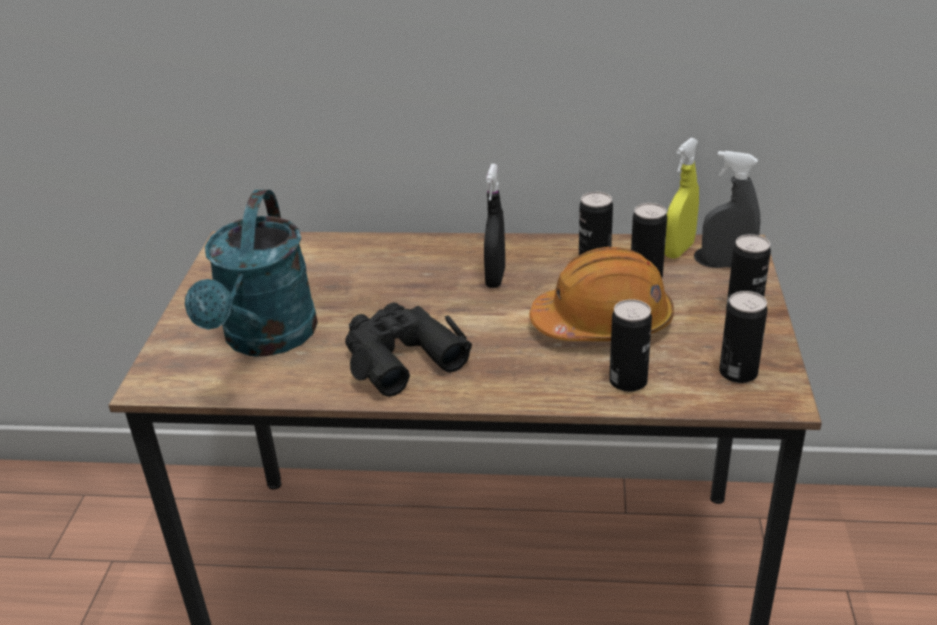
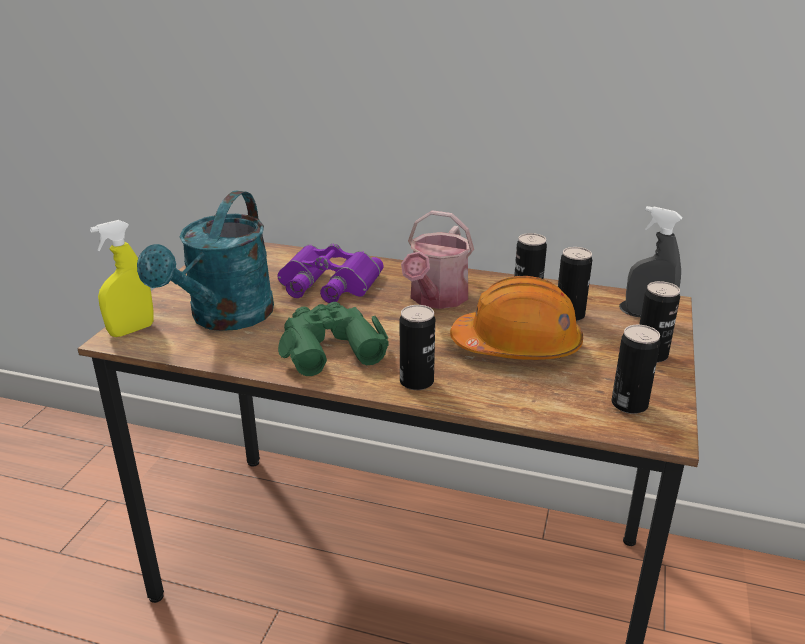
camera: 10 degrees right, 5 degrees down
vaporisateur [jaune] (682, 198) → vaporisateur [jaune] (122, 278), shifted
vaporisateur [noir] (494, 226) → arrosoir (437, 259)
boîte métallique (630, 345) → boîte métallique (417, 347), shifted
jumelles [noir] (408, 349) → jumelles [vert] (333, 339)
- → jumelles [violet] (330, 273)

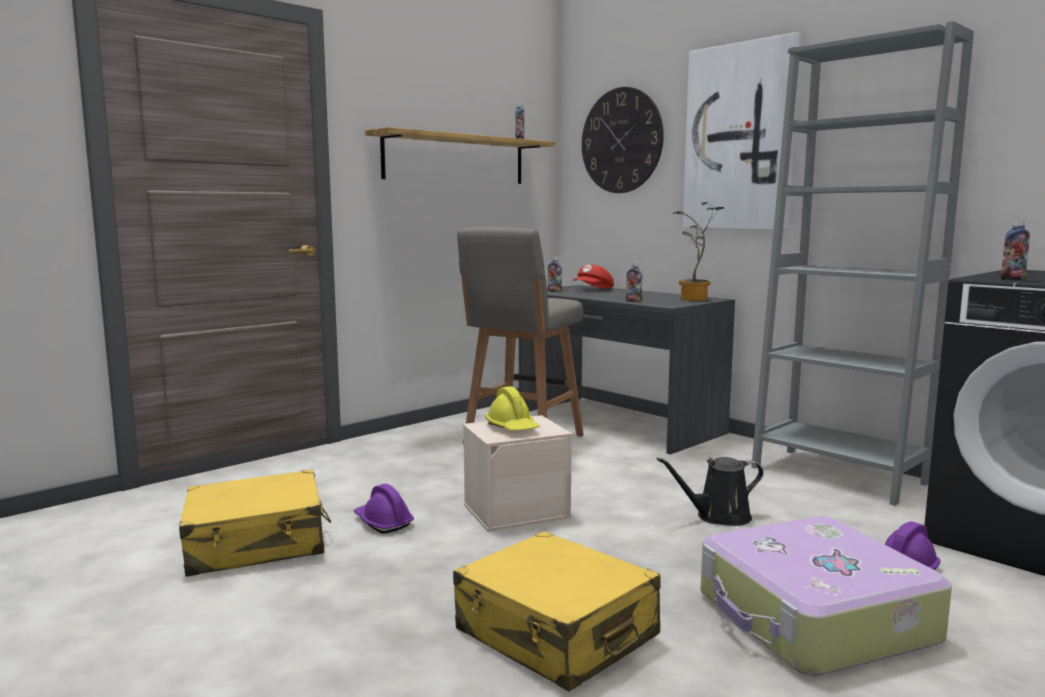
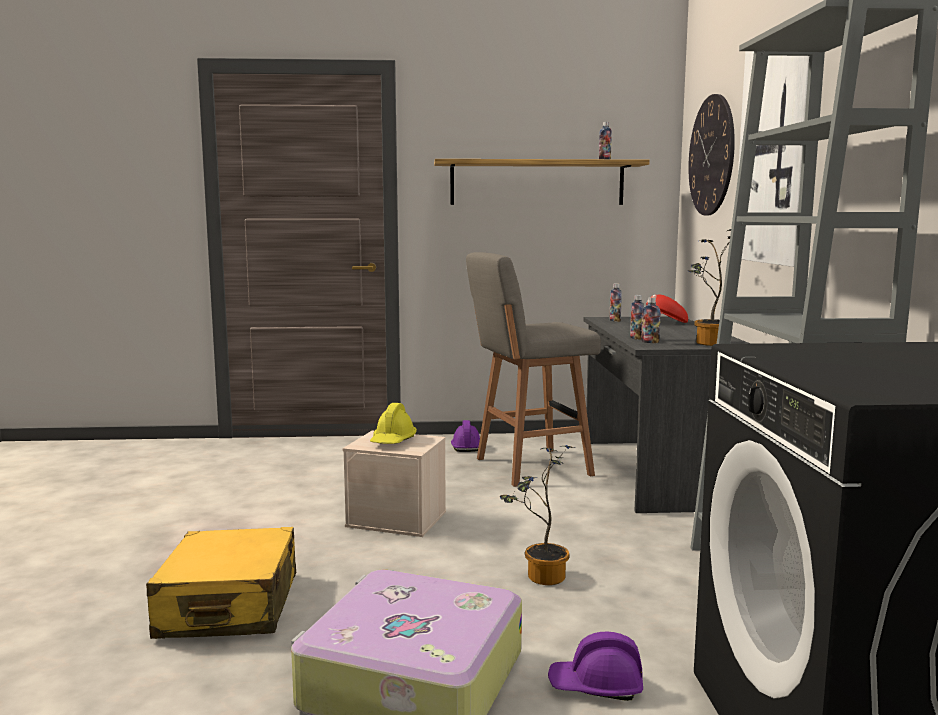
camera: 40 degrees right, 0 degrees up
bouteille (1015, 249) → bouteille (651, 320), shifted
arrosoir [noir] (710, 491) → plante en pot (537, 515)
valise [jaune] (255, 523) → -
casque de chantier [violet] (383, 509) → casque de chantier [violet] (465, 436), shifted

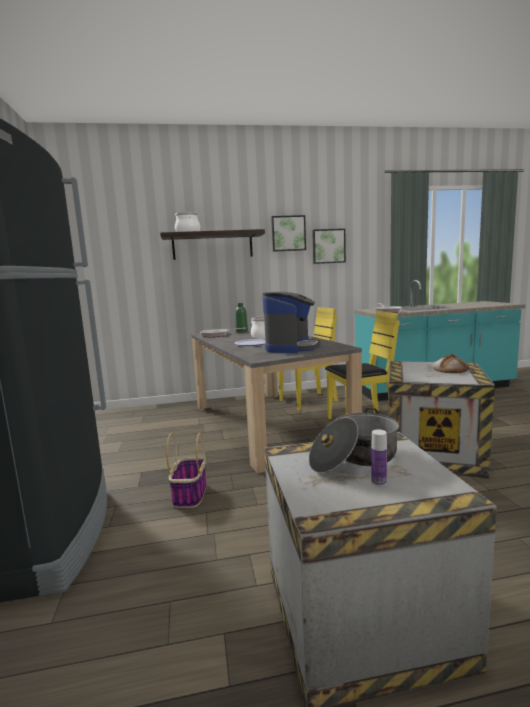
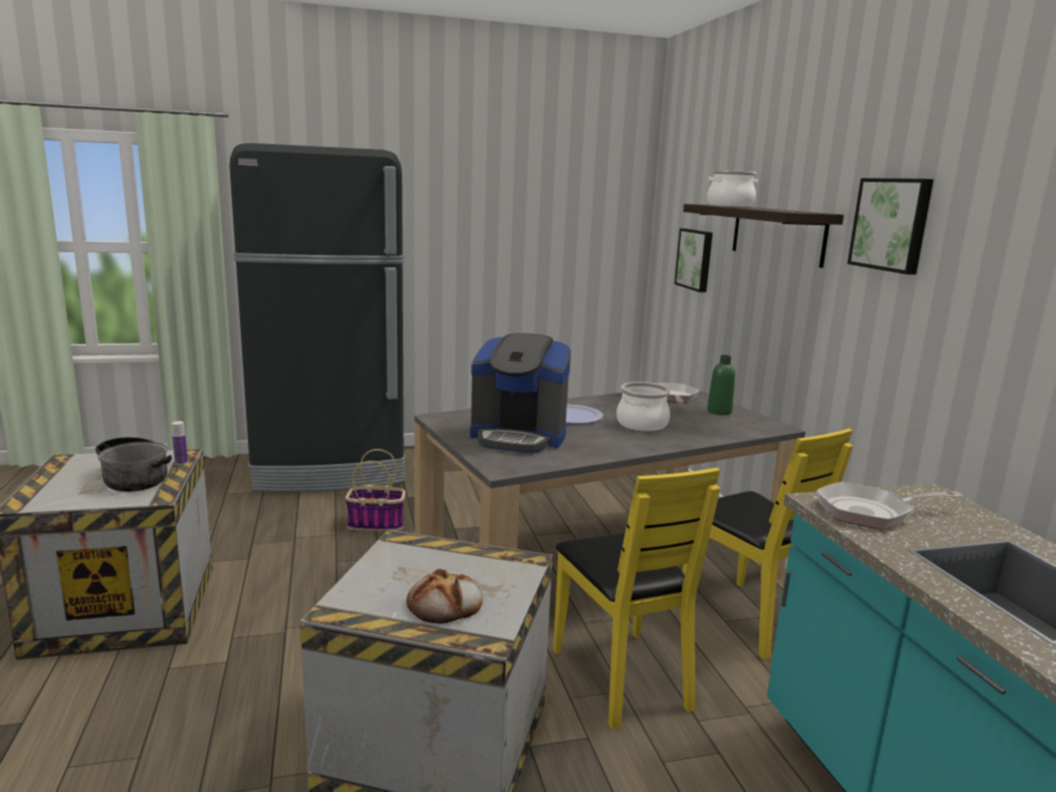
camera: 85 degrees right, 5 degrees up
tableau (329, 246) → tableau (693, 260), shifted
bouteille (379, 457) → bouteille (179, 443), shifted

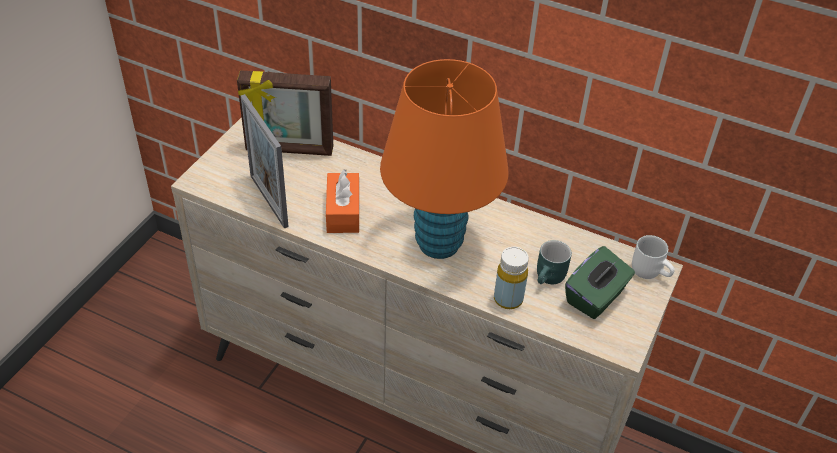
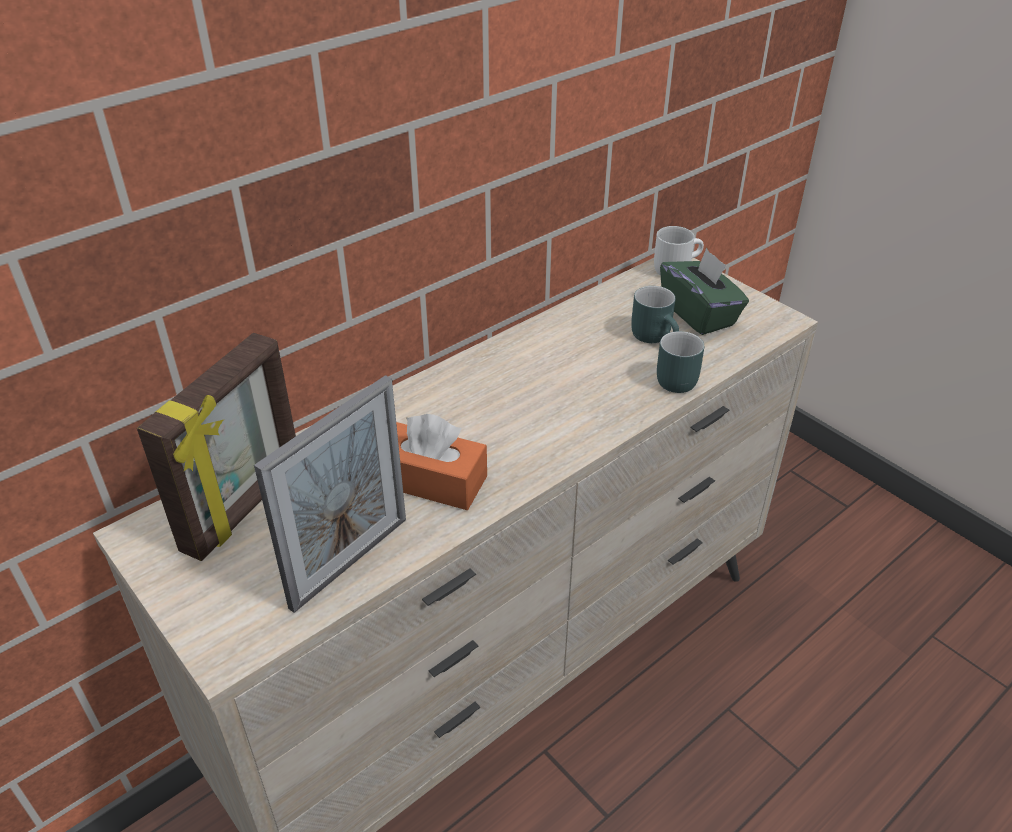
camera: 65 degrees left, 5 degrees down
lampe de table [orange] (444, 159) → -
cadre photo (265, 161) → cadre photo (330, 494), 45 degrees counterclockwise
bouteille [jaune] (511, 278) → mug [turquoise] (680, 362)

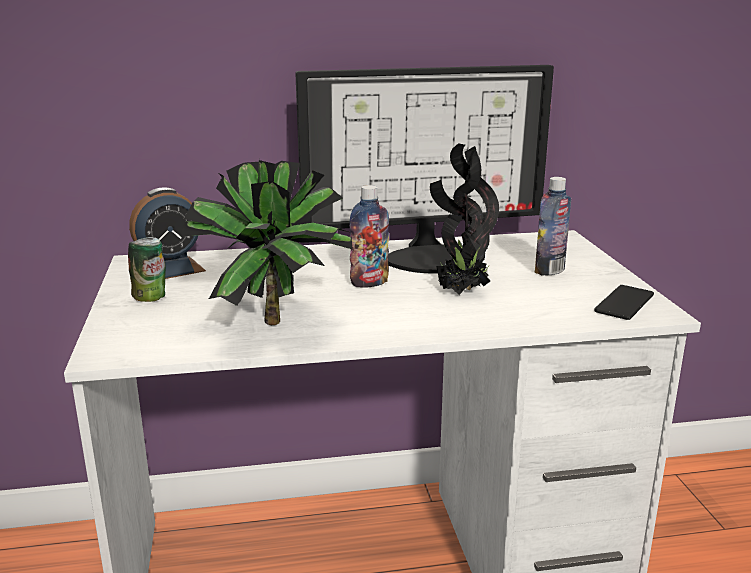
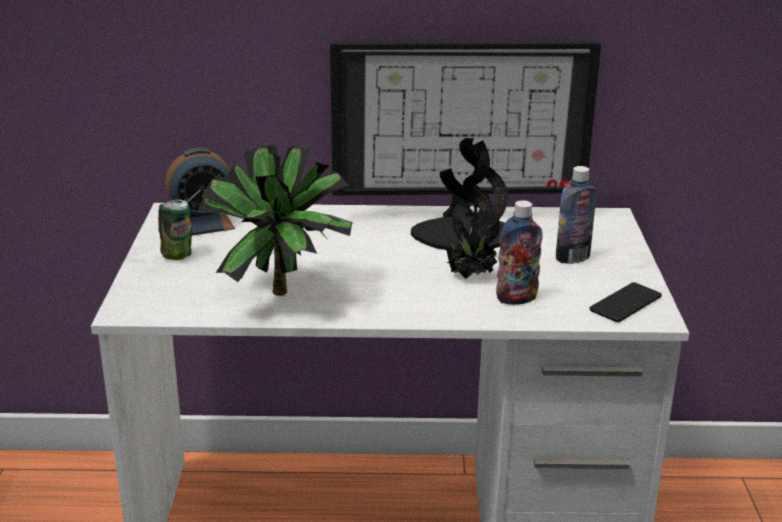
camera: 10 degrees right, 5 degrees up
bouteille (369, 236) → bouteille (519, 252), shifted

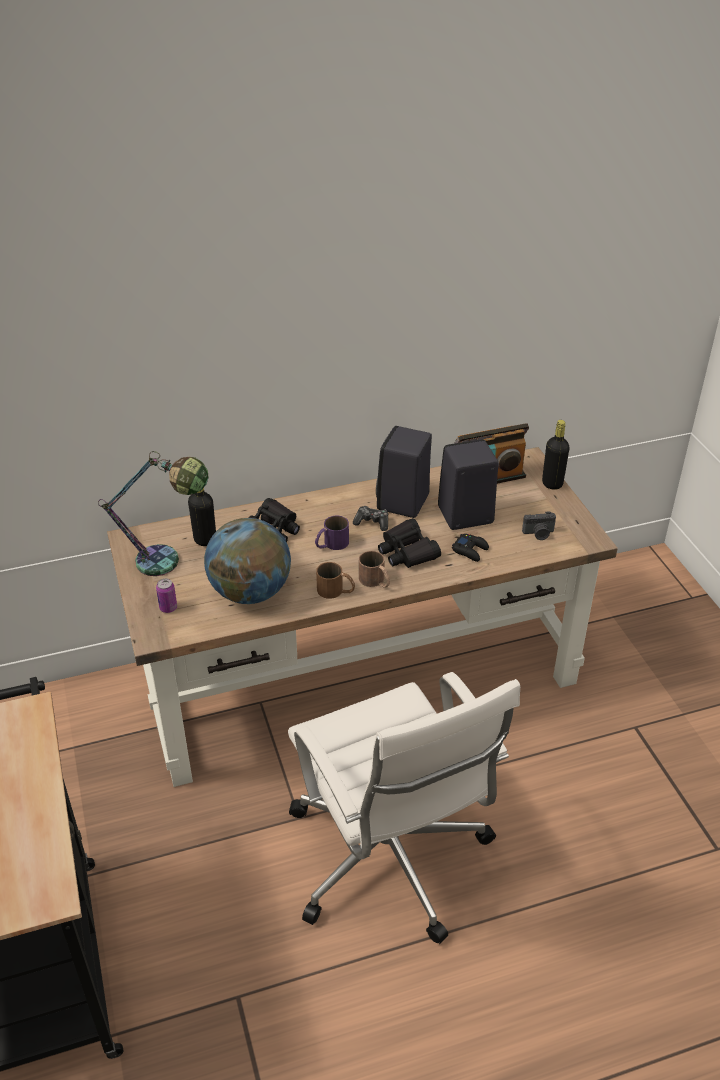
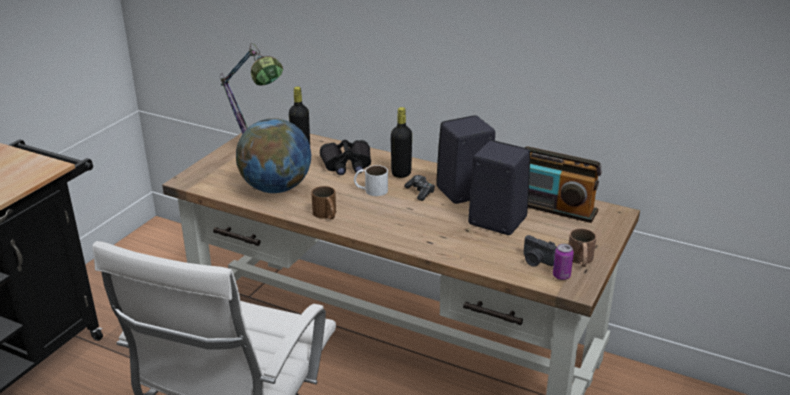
camera: 45 degrees right, 10 degrees down
bouteille [noir] (555, 455) → bouteille [noir] (401, 142), shifted
mug [violet] (332, 533) → mug [blanc] (371, 180)
jumelles [noir] (409, 543) → -
manette [noir] (470, 548) → -
mug [marron] (374, 569) → mug [marron] (582, 247), shifted
boîte métallique (166, 595) → boîte métallique (563, 262), shifted

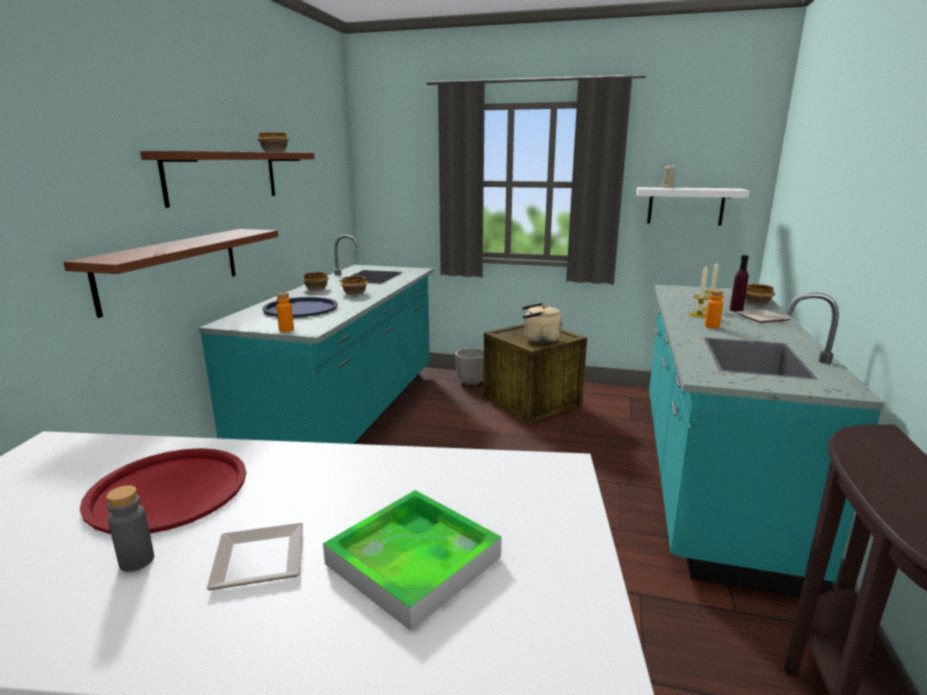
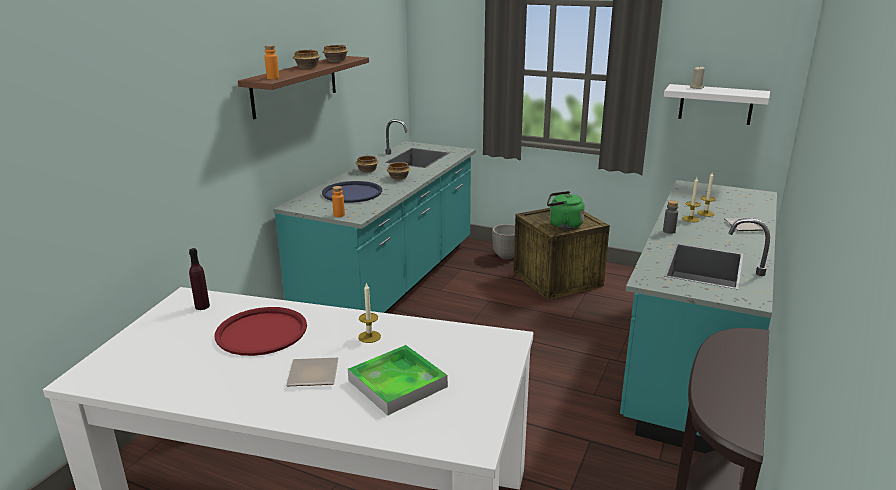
camera: 10 degrees right, 5 degrees up
étagère [marron] (170, 273) → -
bouteille [violet] (739, 283) → bouteille [violet] (199, 279), shifted
bol (760, 294) → bol (307, 59), shifted
bouteille [orange] (714, 309) → bouteille [orange] (271, 62), shifted
bouilloire [beige] (542, 323) → bouilloire [vert] (566, 210)
bouteille [gris] (130, 528) → bouteille [gris] (670, 217), shifted
- → bougie (369, 312)

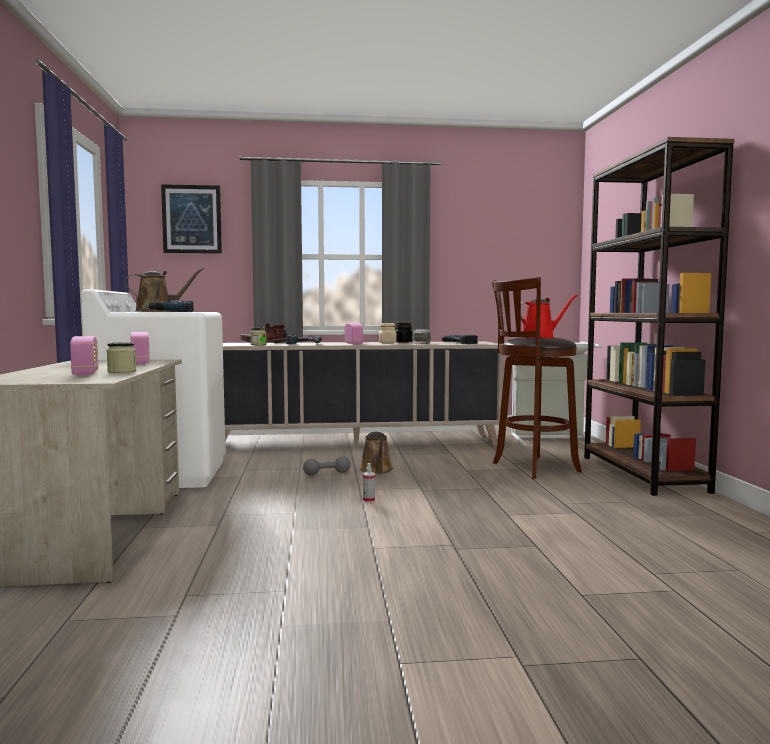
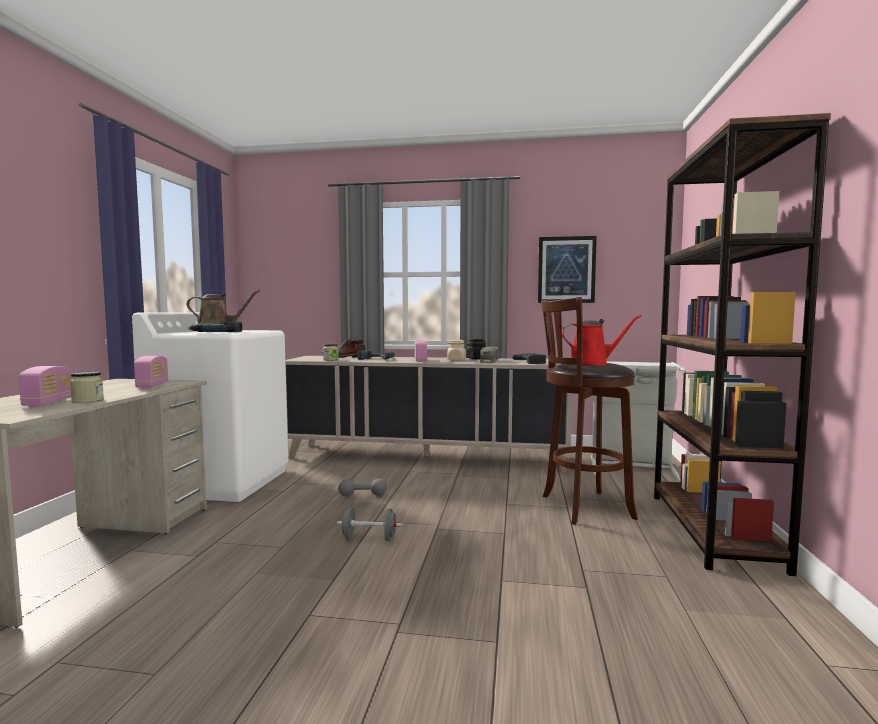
camera: 15 degrees right, 0 degrees up
tableau (191, 219) → tableau (567, 269), shifted
arrosoir [marron] (376, 453) → -
vaporisateur (369, 483) → haltère [gris] (369, 524)

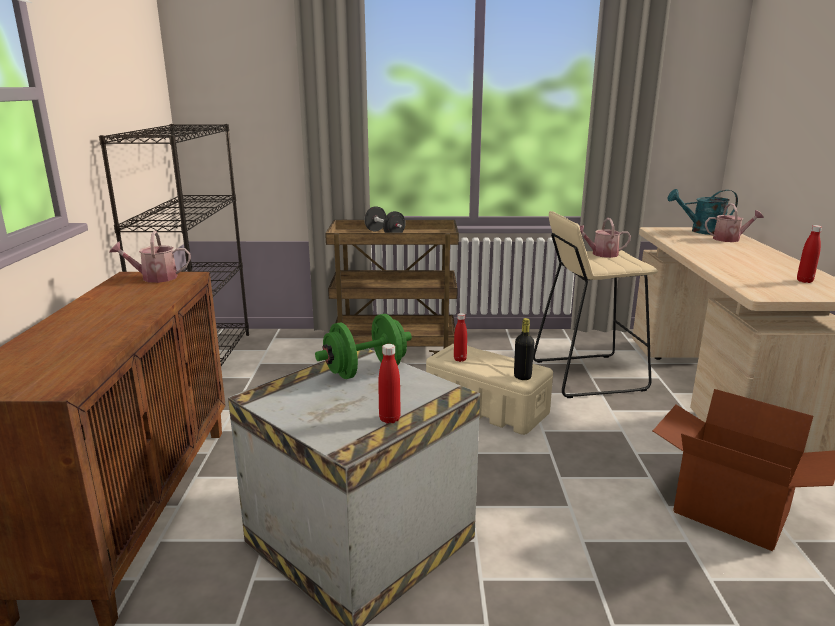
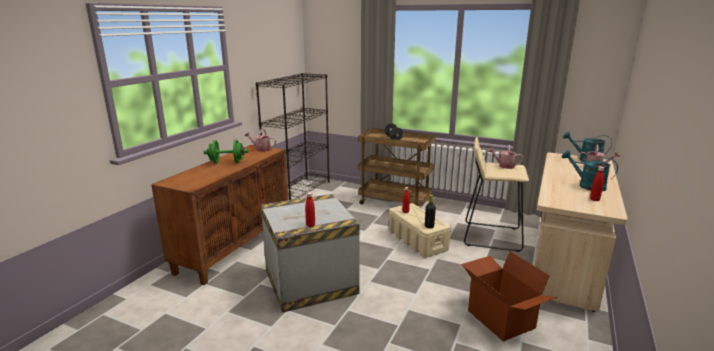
camera: 25 degrees right, 0 degrees up
haltère [vert] (363, 346) → haltère [vert] (226, 152), shifted
- → arrosoir [turquoise] (590, 170)

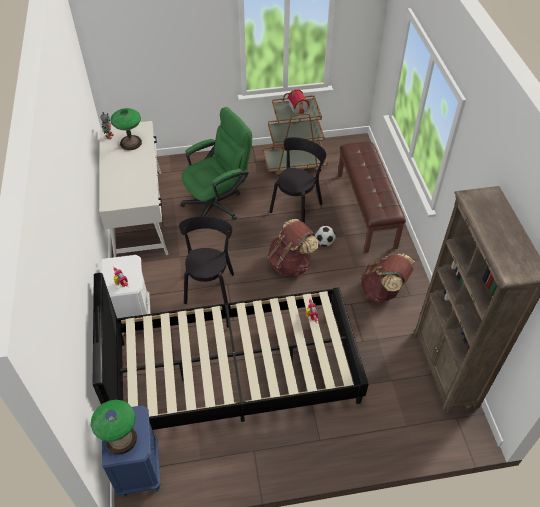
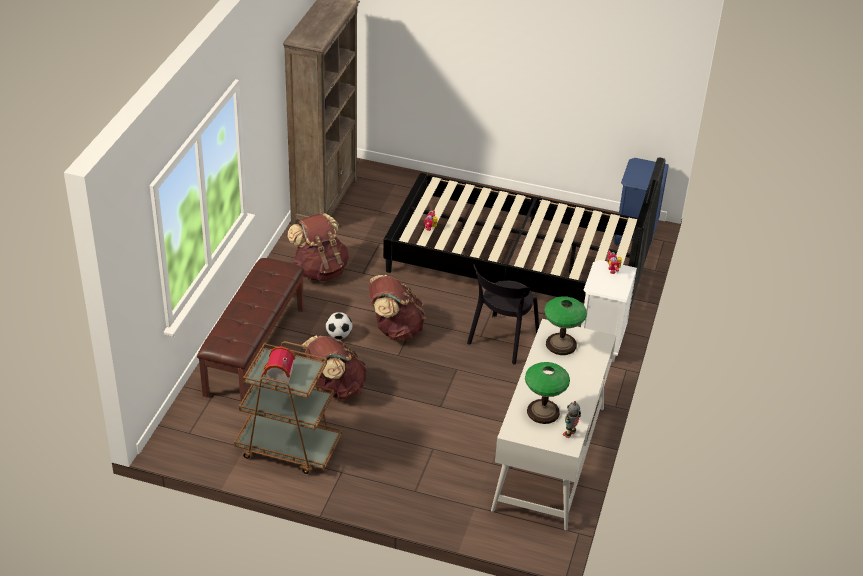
camera: 155 degrees left, 10 degrees down
chaise de bureau [vert] (216, 163) → -
chaise [noir] (298, 180) → sac à dos [marron] (334, 367)
lampe de table (114, 427) → lampe de table (565, 325), shifted

